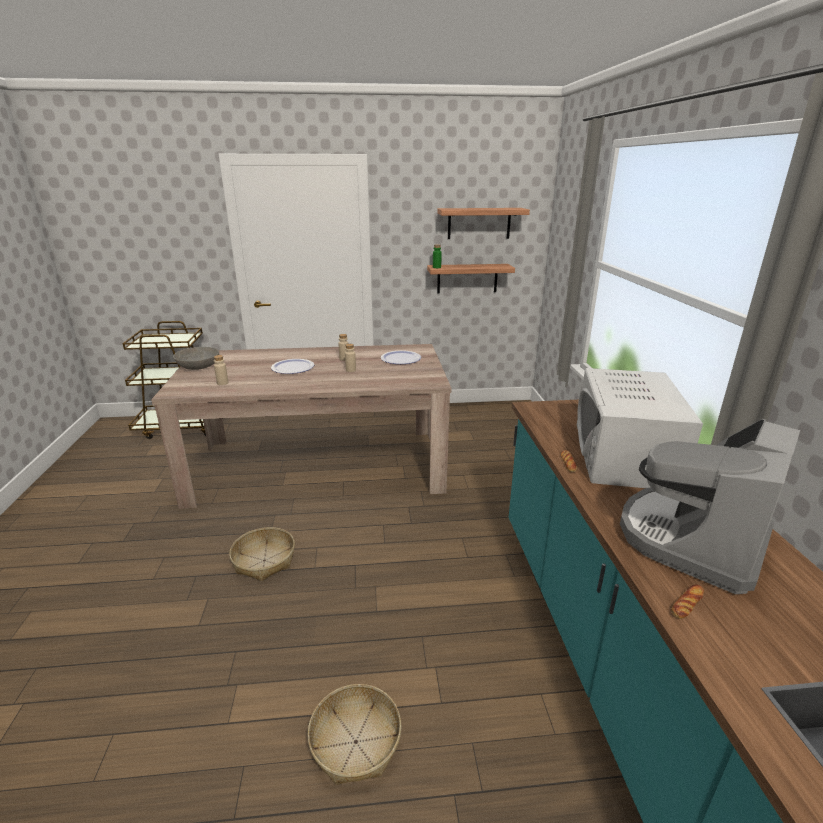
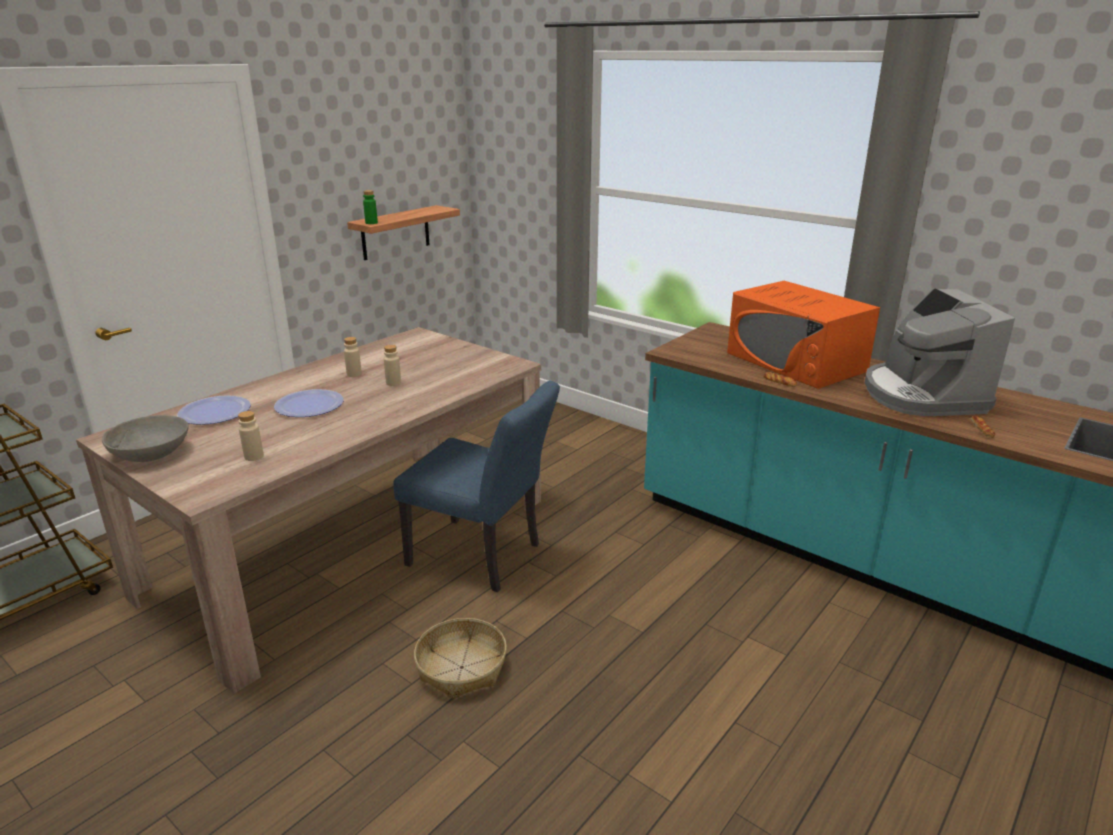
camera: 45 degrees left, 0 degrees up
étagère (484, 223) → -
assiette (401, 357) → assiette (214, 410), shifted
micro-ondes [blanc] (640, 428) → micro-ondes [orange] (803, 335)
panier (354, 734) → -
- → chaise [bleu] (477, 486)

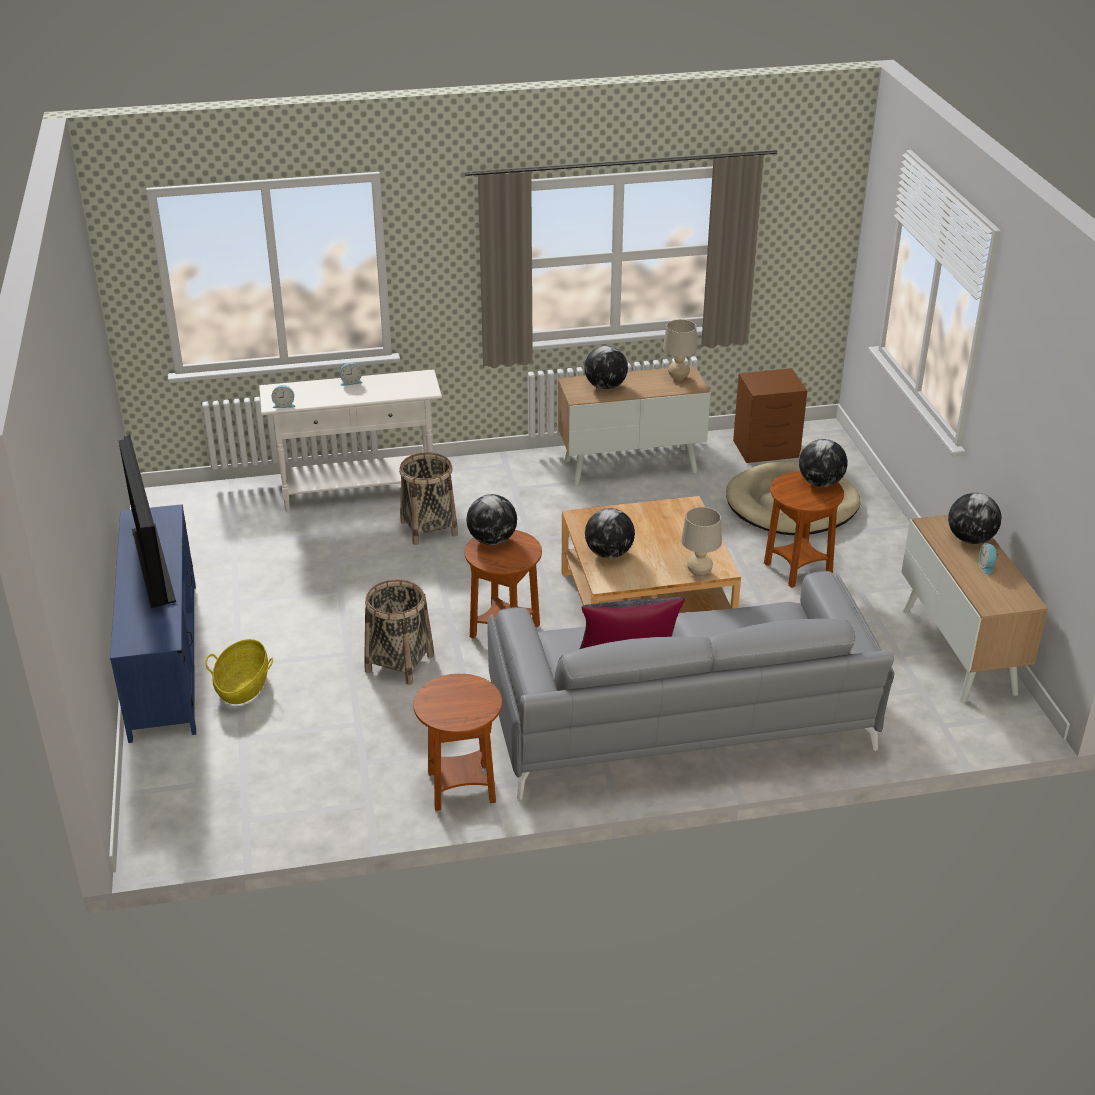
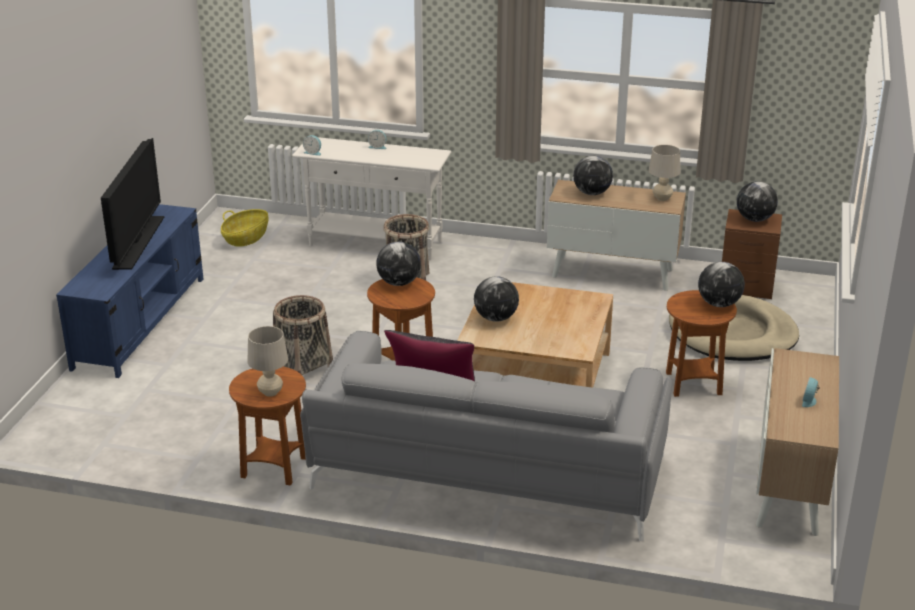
camera: 25 degrees right, 5 degrees down
globe (974, 518) → globe (757, 201), shifted
lampe de table [beige] (701, 542) → lampe de table [beige] (267, 361), shifted
panier (239, 671) → panier (245, 228), shifted

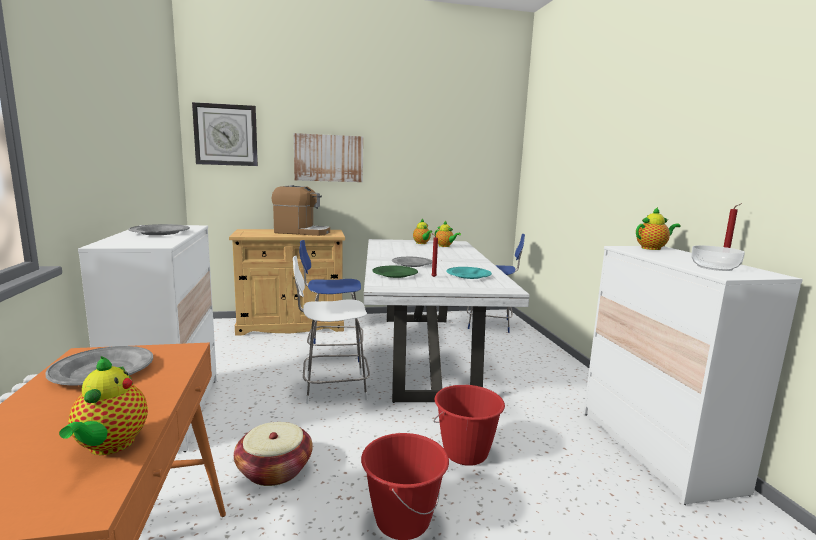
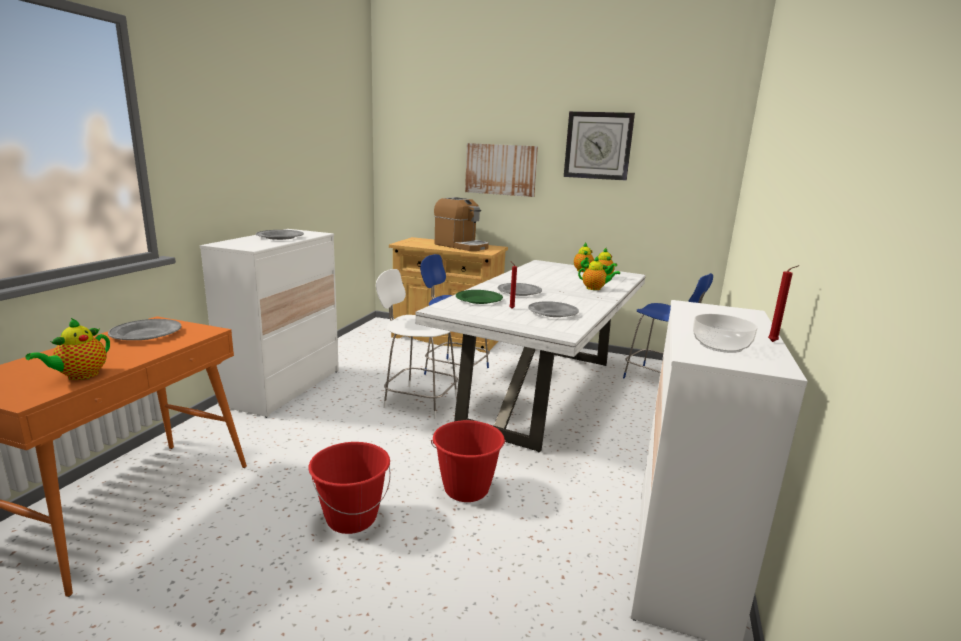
camera: 30 degrees right, 5 degrees up
horloge murale (225, 134) → horloge murale (599, 146), shifted
théière (658, 228) → théière (599, 273), shifted
assiette [turquoise] (469, 273) → assiette [gris] (553, 309)
panier (273, 454) → -

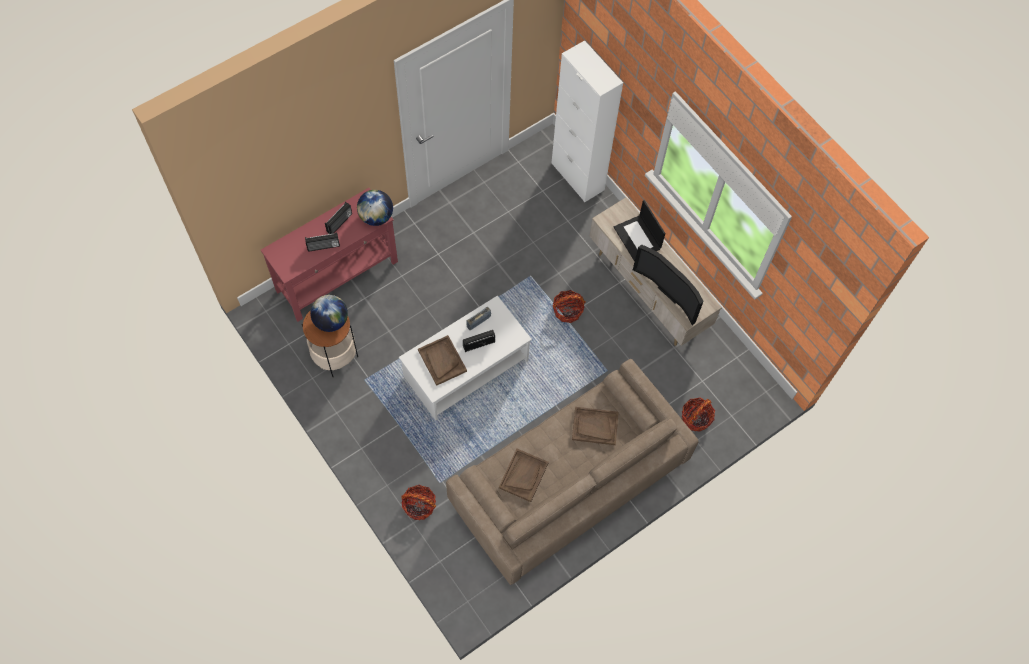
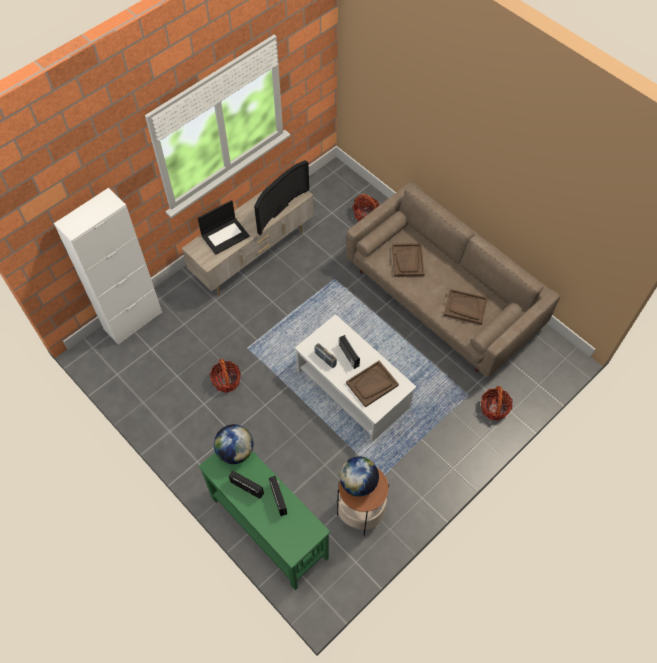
camera: 95 degrees left, 5 degrees down
table console [rouge] (329, 255) → table console [vert] (264, 520)
panier (569, 306) → panier (225, 376), shifted

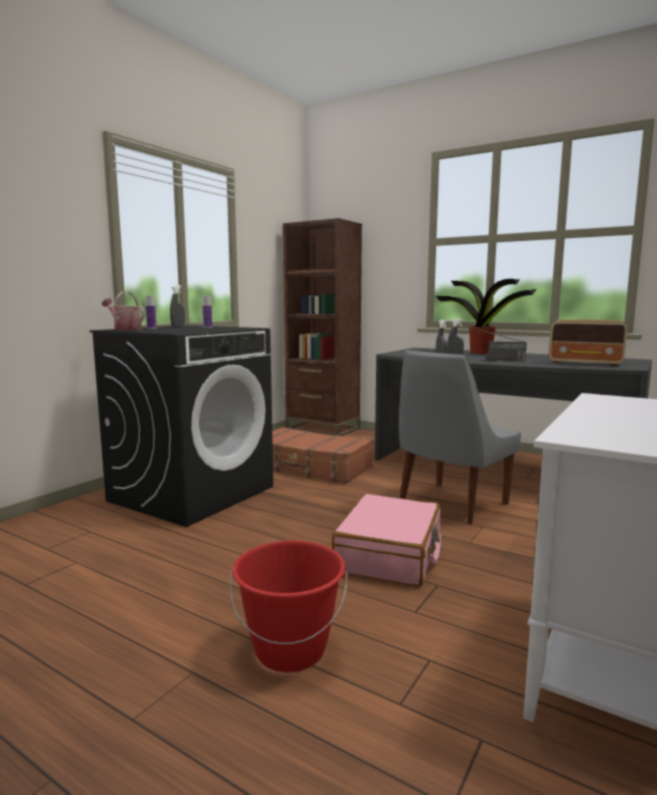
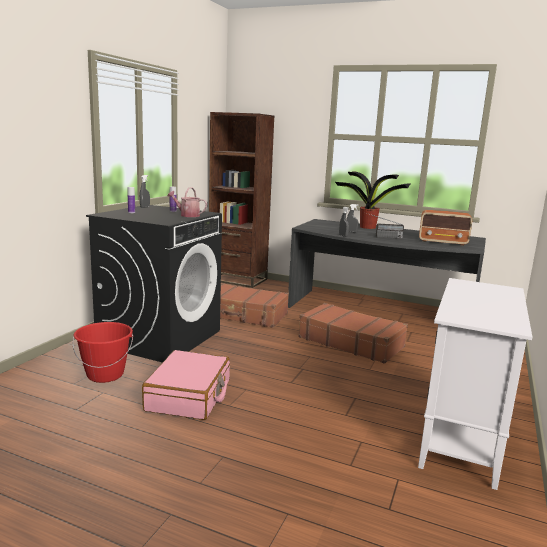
camera: 10 degrees left, 5 degrees up
arrosoir (123, 311) → arrosoir (187, 202), shifted
chaise [gris] (460, 437) → valise [marron] (353, 333)
valise [rose] (386, 540) → valise [rose] (186, 385), shifted
seau [rouge] (289, 606) → seau [rouge] (103, 352), shifted

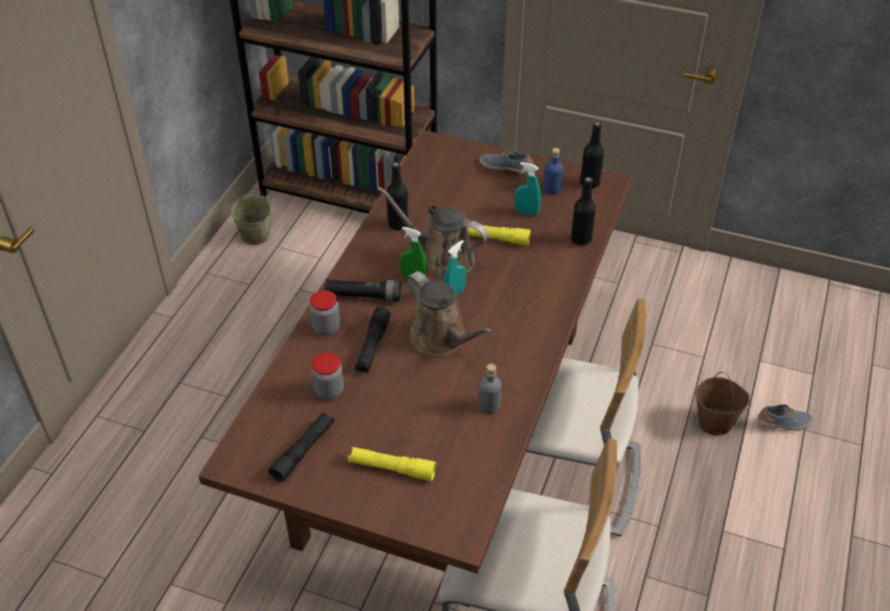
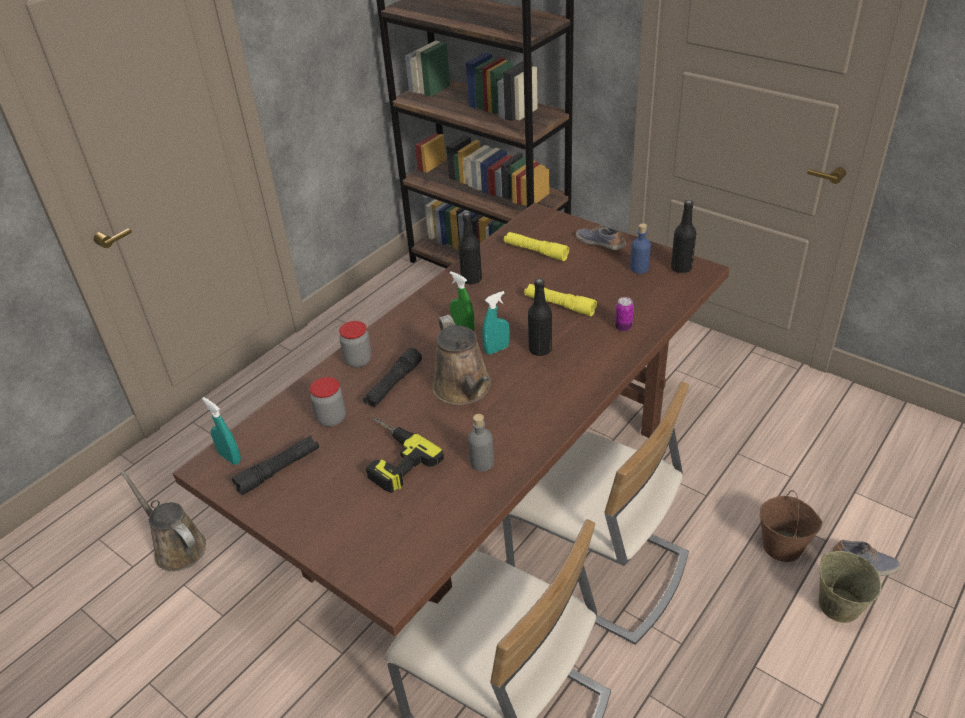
camera: 20 degrees right, 5 degrees down
vaporisateur [turquoise] (528, 189) → vaporisateur [turquoise] (221, 431), shifted
bouteille [noir] (583, 211) → bouteille [noir] (540, 317), shifted
arrosoir [marron] (432, 232) → arrosoir [marron] (163, 521), shifted
seau [beige] (251, 217) → seau [beige] (850, 587), shifted
lampe de poche [noir] (363, 290) → -
lampe de poche [jaune] (392, 464) → lampe de poche [jaune] (536, 246), shifted
- → boîte métallique (624, 314)
- → perceuse (405, 455)

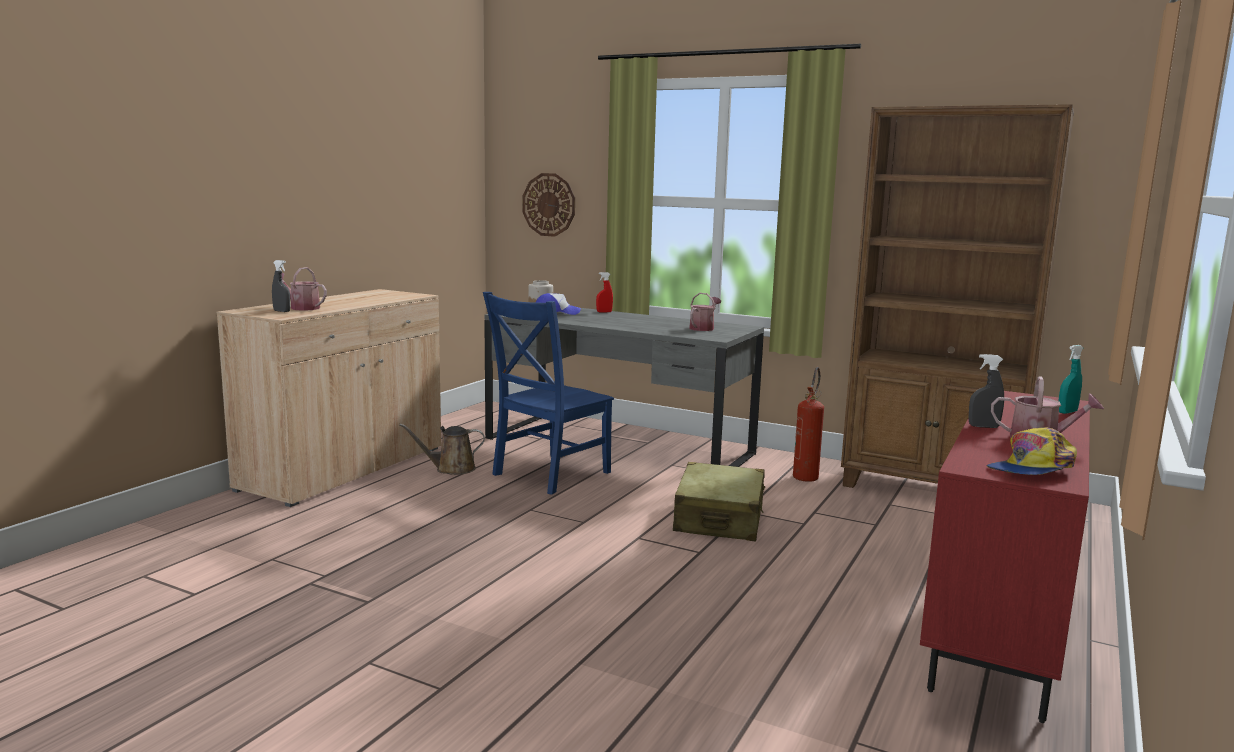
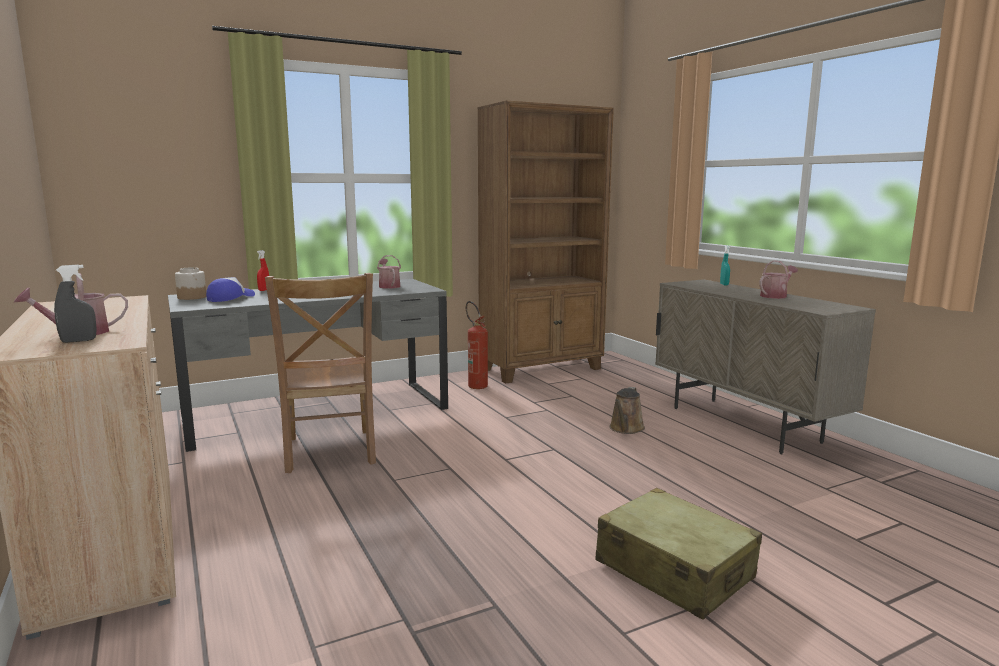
camera: 55 degrees left, 0 degrees up
horloge murale (548, 205) → -
chaise [bleu] (548, 393) → chaise [marron] (320, 373)
vaporisateur [gris] (986, 391) → -
meuble de rangement [rouge] (1005, 557) → meuble de rangement [beige] (765, 366)
arrosoir [marron] (442, 449) → arrosoir [marron] (627, 410), shifted
casquette (1031, 451) → -
valise [beige] (719, 501) → valise [beige] (679, 554), shifted

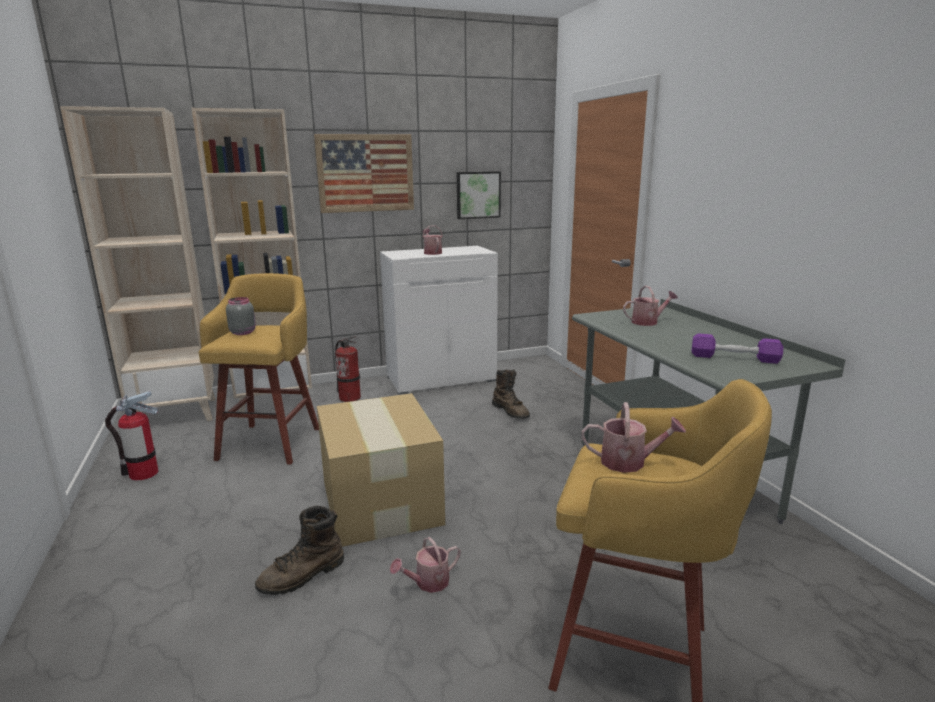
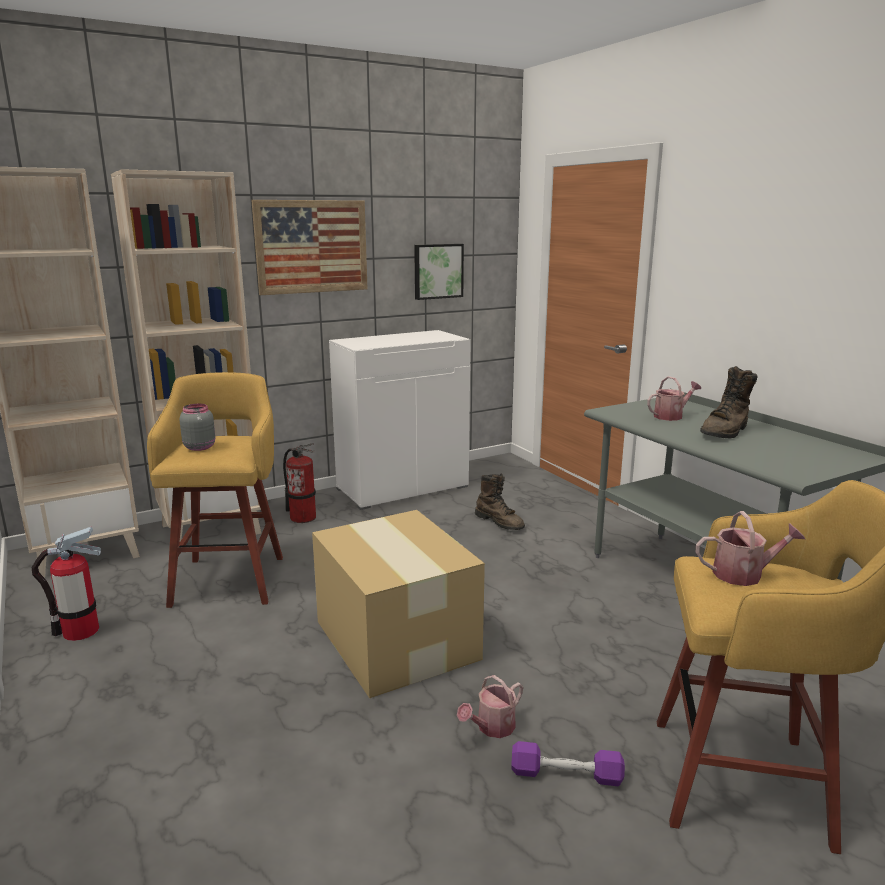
camera: 10 degrees left, 0 degrees up
arrosoir (432, 240) → -
haltère [violet] (737, 348) → haltère [violet] (568, 763), shifted
botte [marron] (299, 550) → botte [marron] (729, 402), shifted

